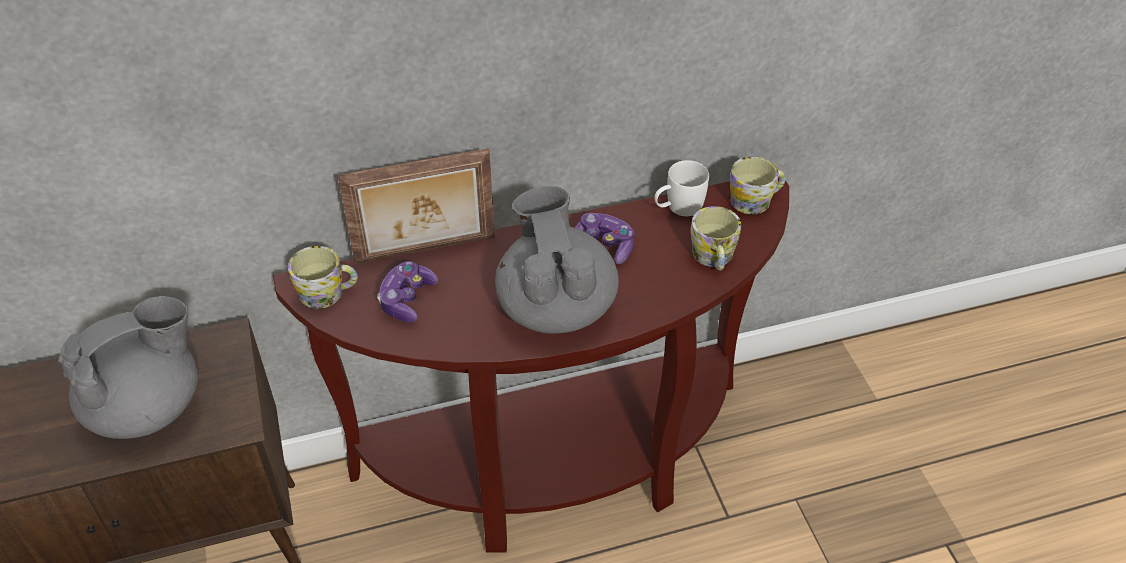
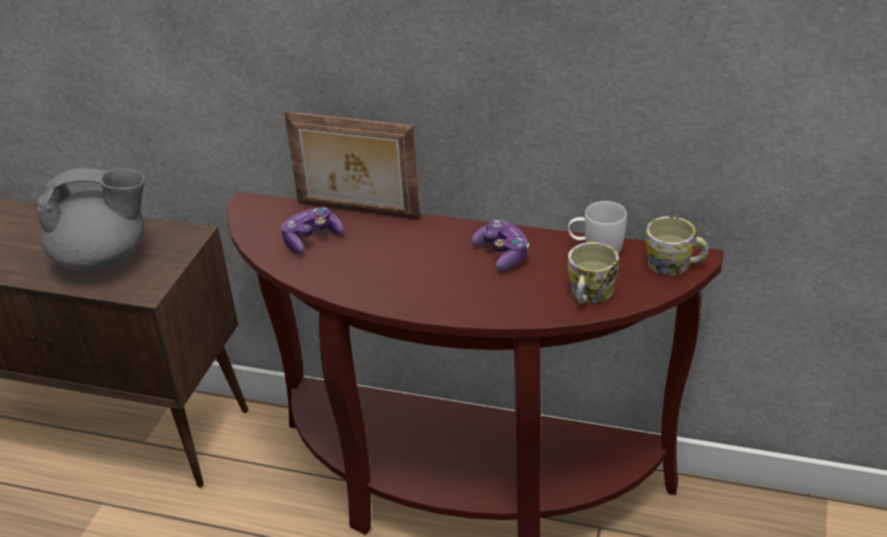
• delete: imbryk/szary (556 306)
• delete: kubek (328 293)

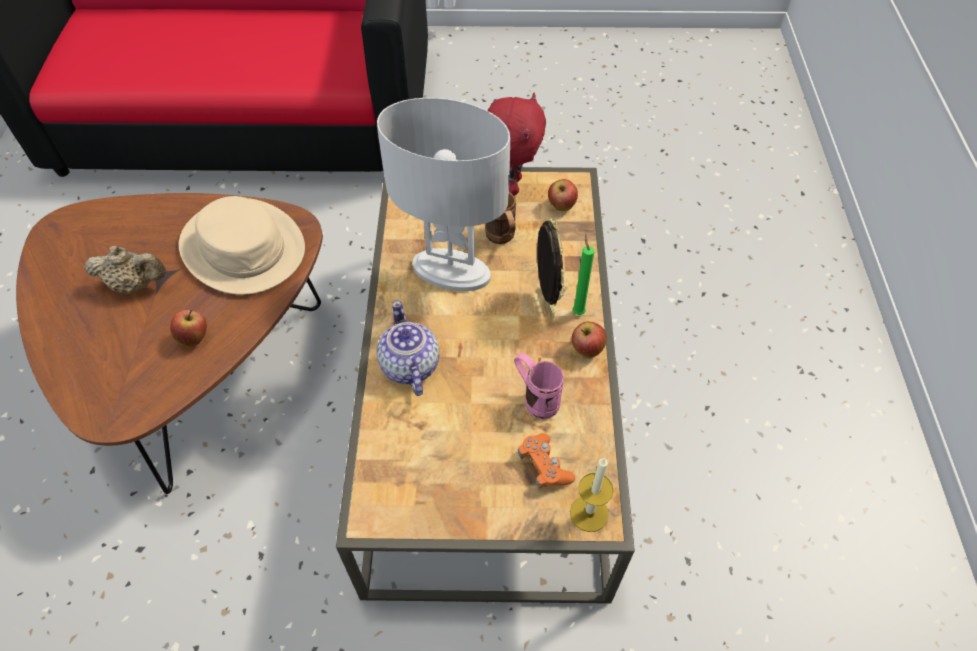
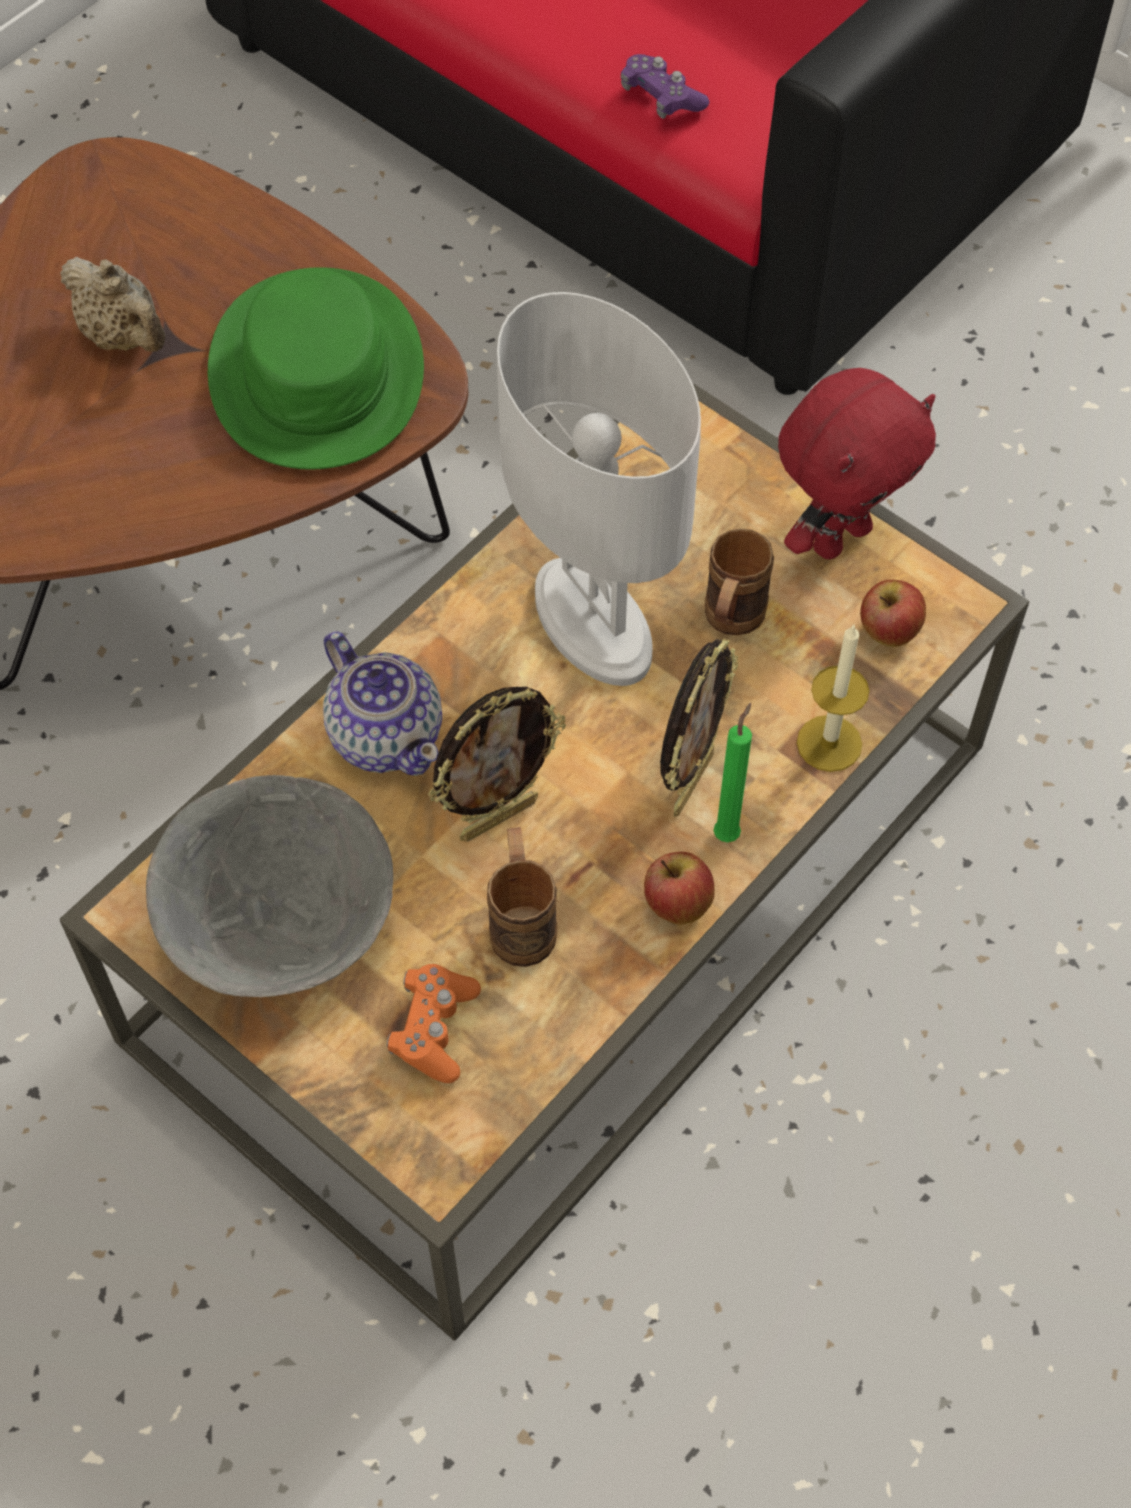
• recolor: kapelusz/beżowy (243 247) to kapelusz/zielony (317 372)
• rotate: imbryk (409 366) = (386 734) 120 degrees clockwise
• delete: jabłko (194 338)
• recolor: kubek/różowy (535 398) to kubek/brązowy (522 920)
• move: świeca (589 513) to (829 743)
• insert: pad do gier/fioletowy (661 98)
• insert: ramka na zdjęcie (498 817)
• insert: miska/szary (282 931)

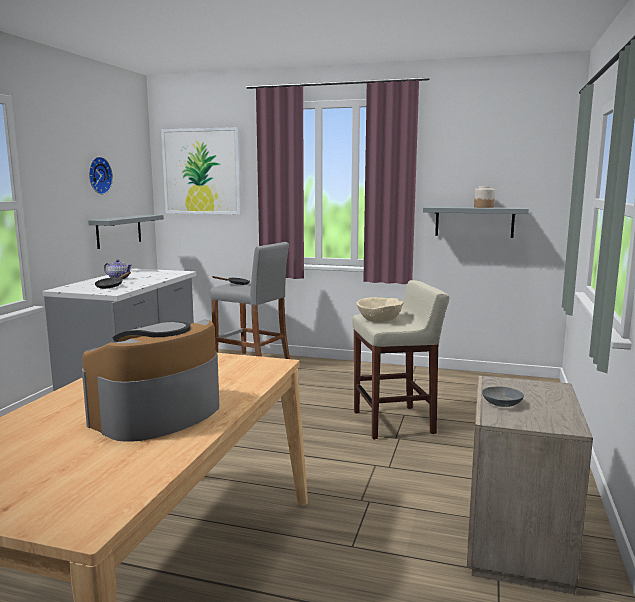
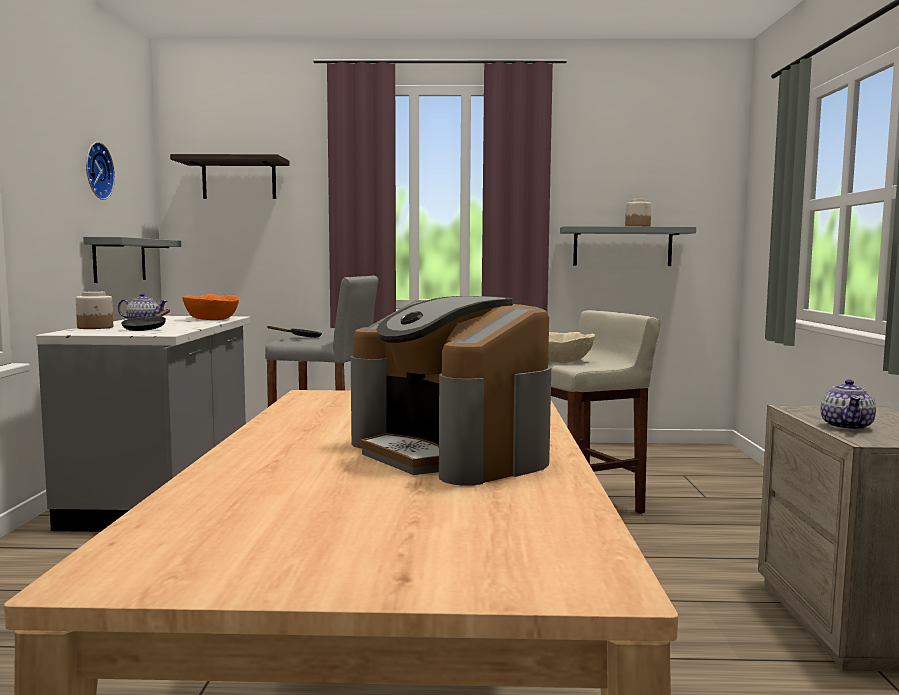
• replace: obraz (202 171) to półka (239 179)
• rotate: ekspres do kawy (158 415) = (452 452) 60 degrees counterclockwise
• replace: miska/szary (502 403) to imbryk (847 426)
• insert: słoik (95 327)
• insert: miska/pomarańczowy (212 319)

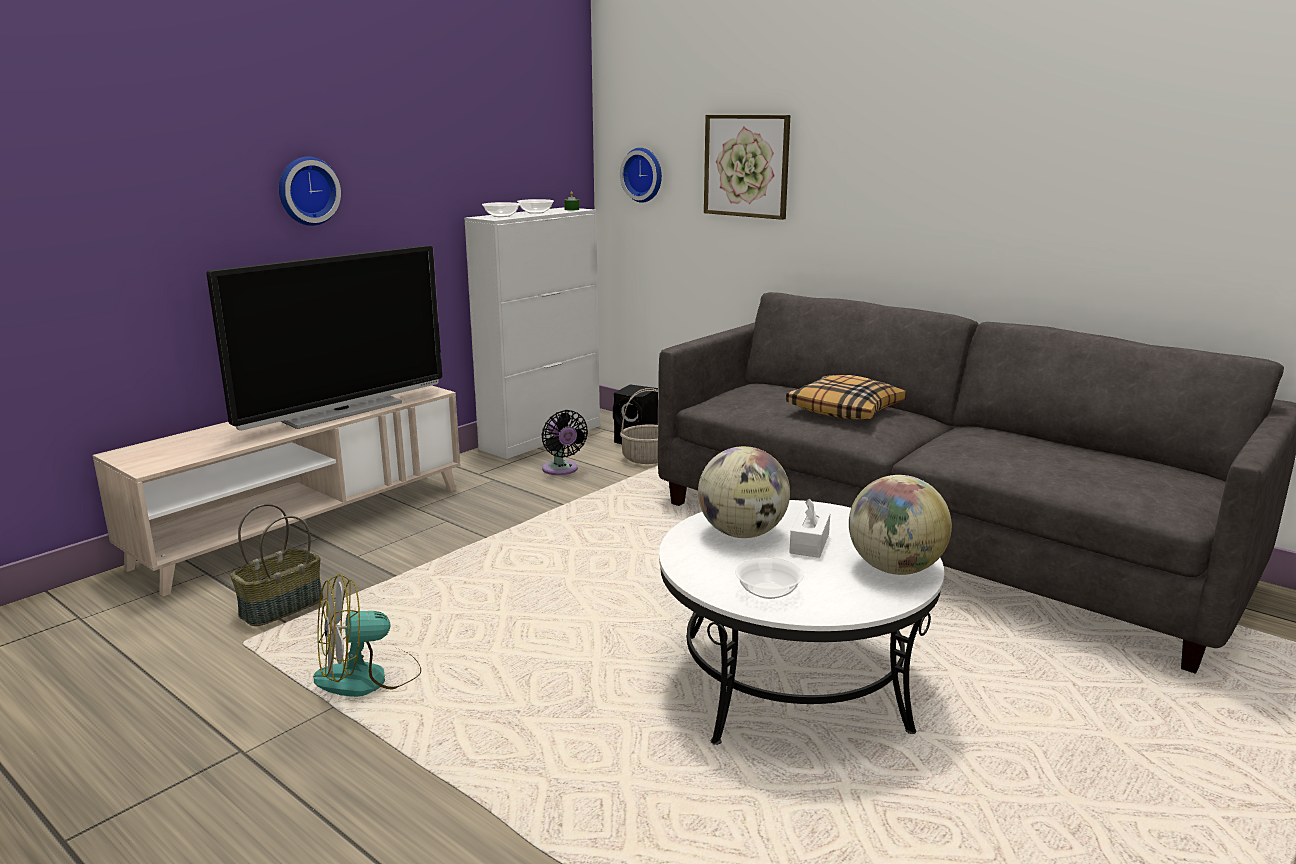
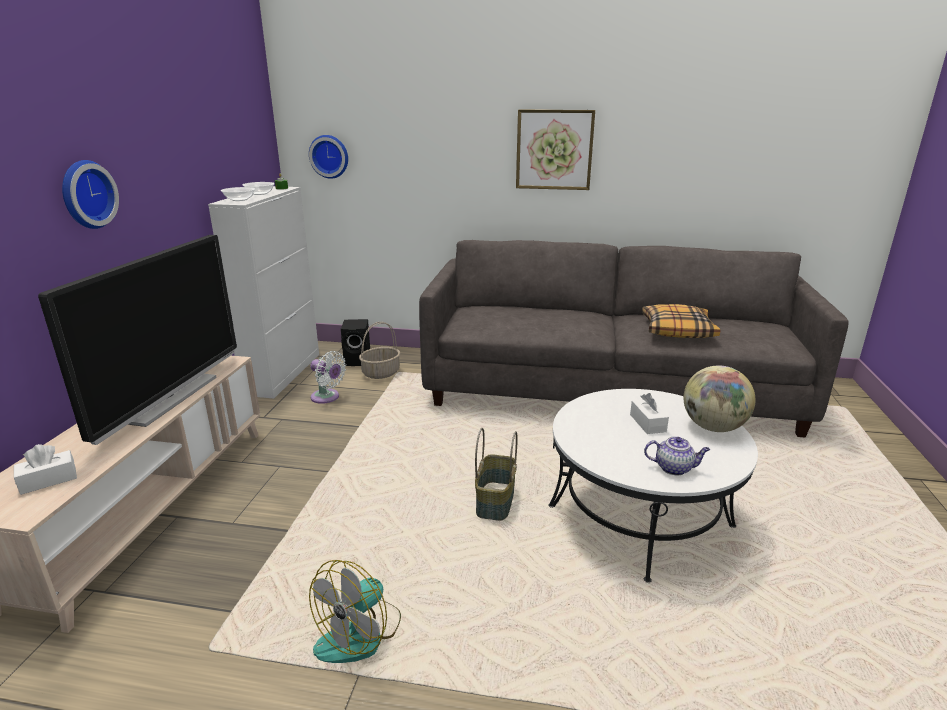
• move: obraz (746 166) to (554 150)
• move: poduszka (845 410) to (677 330)
• recolor: wentylator/czarny (561 470) to wentylator/biały (327 397)
• delete: globus (742 534)
• move: koszyk (281 608) to (496 502)
• replace: miska (768 591) to imbryk (674 468)
• insert: pudełko chusteczek/biały (48 480)

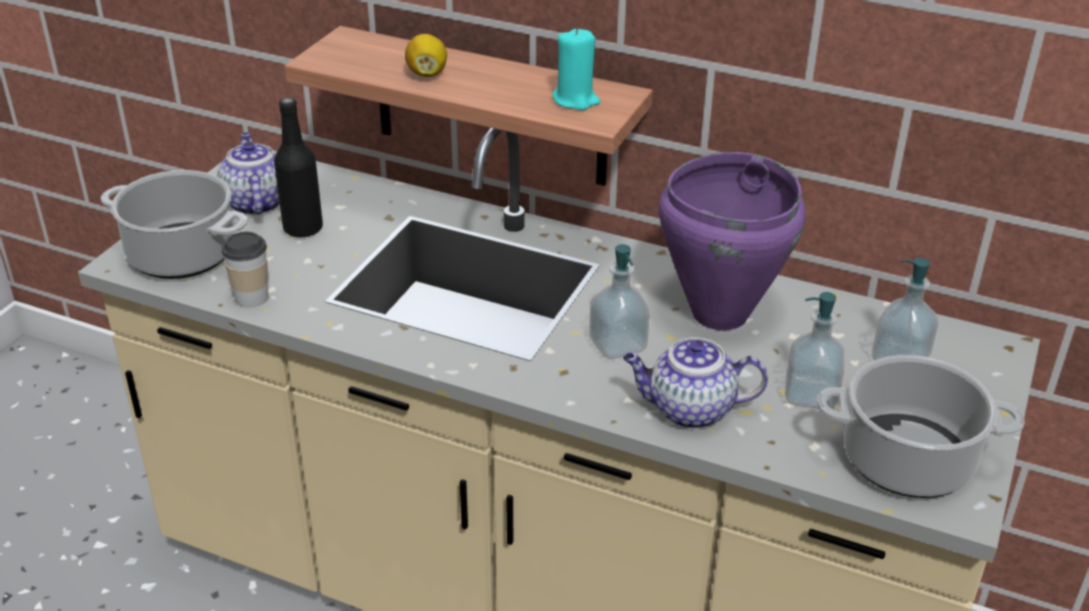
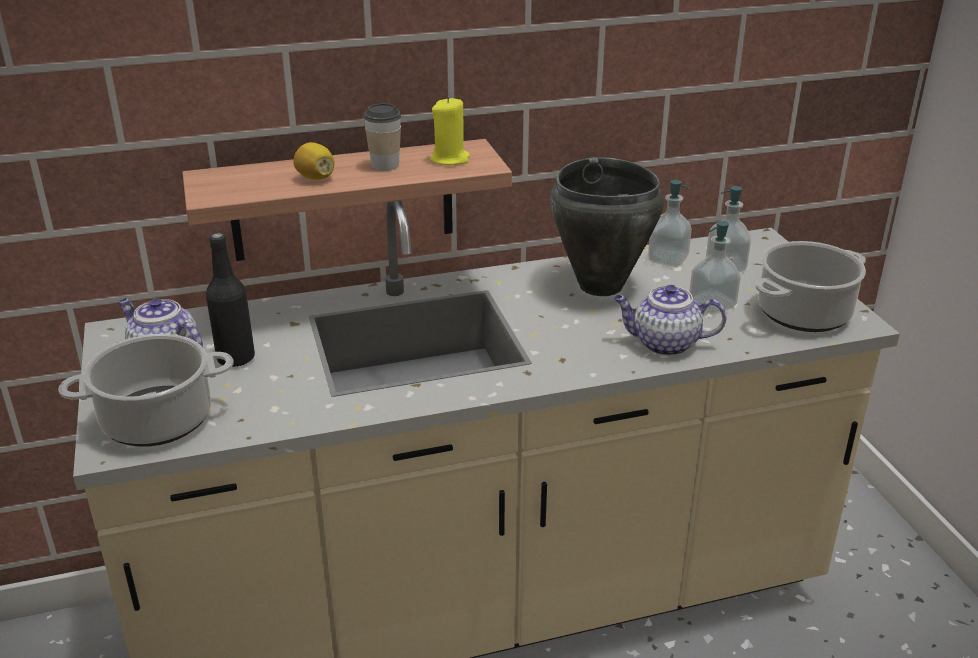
• recolor: świeca/turkusowy (575 100) to świeca/żółty (450 159)
• recolor: garnek/fioletowy (718 314) to garnek/czarny (600 286)
• move: filiżanka (252 298) to (385 165)
• move: dozownik mydła (617 345) to (668 259)
• rotate: imbryk (689 410) = (664 344) 45 degrees clockwise

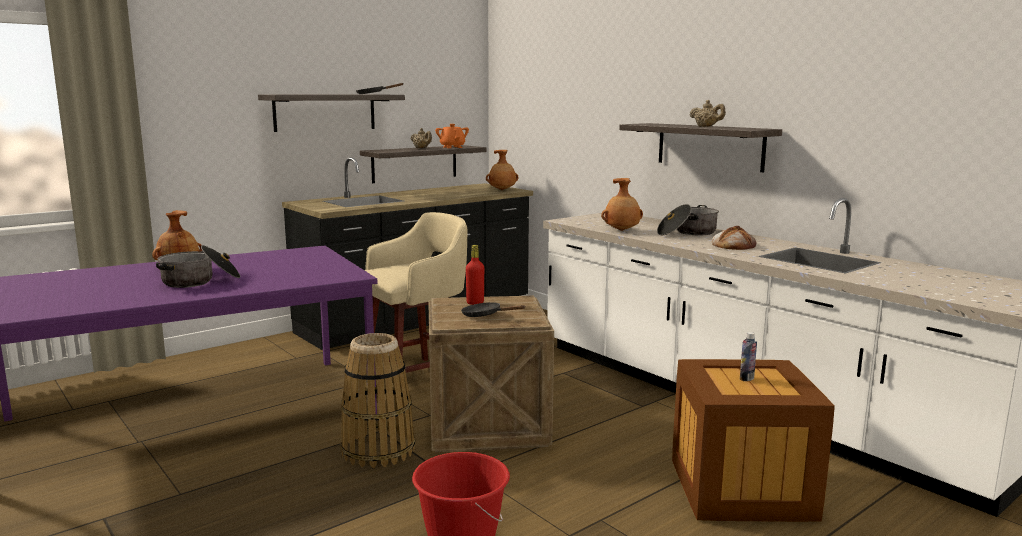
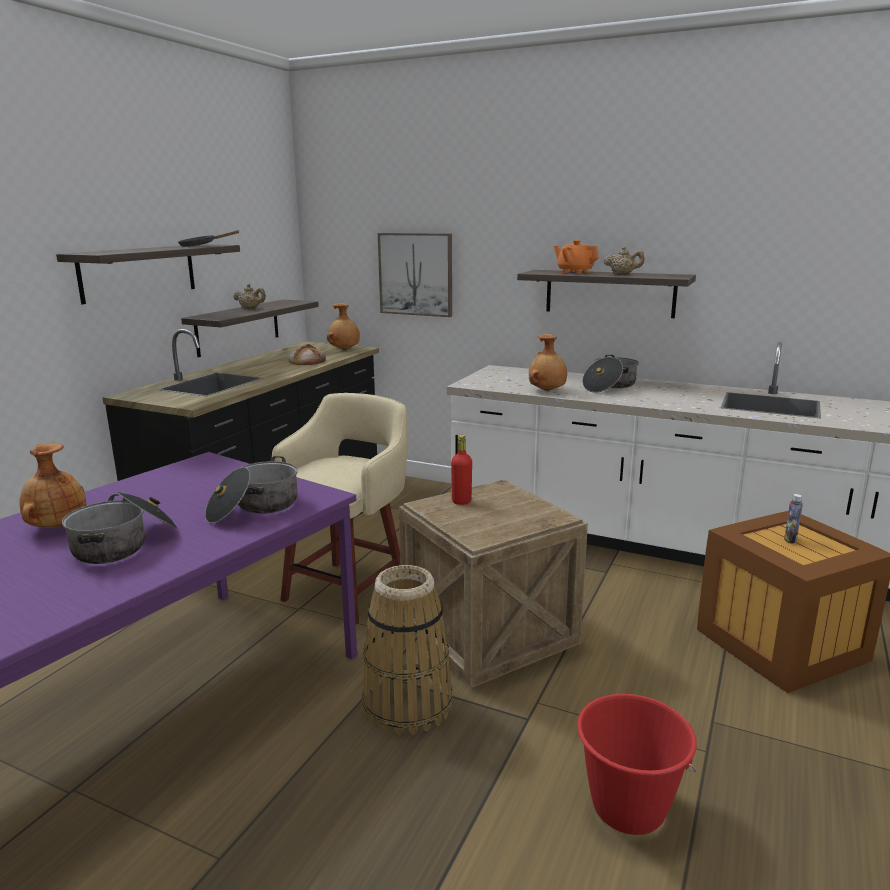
• move: imbryk/pomarańczowy (452 147) to (575 272)
• move: chleb (733 245) to (307 361)
• delete: patelnia/czarny (485 315)
• insert: obraz (416 274)
• insert: garnek (254 508)

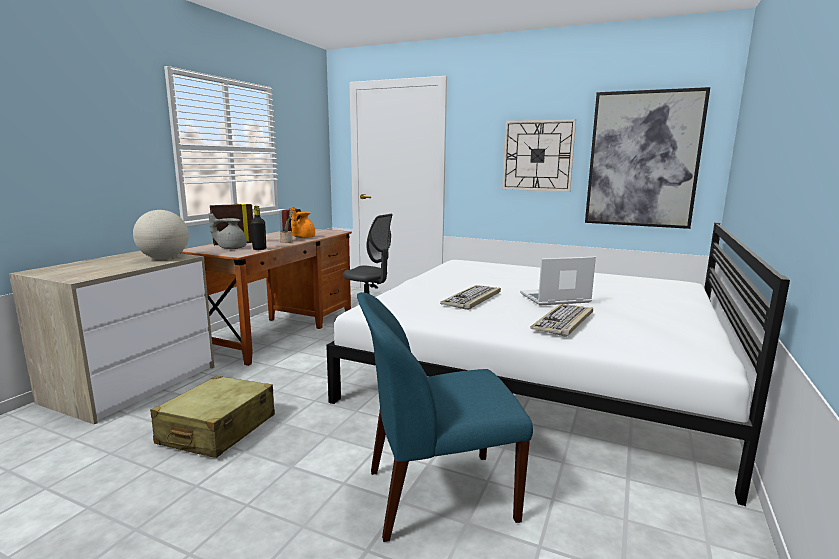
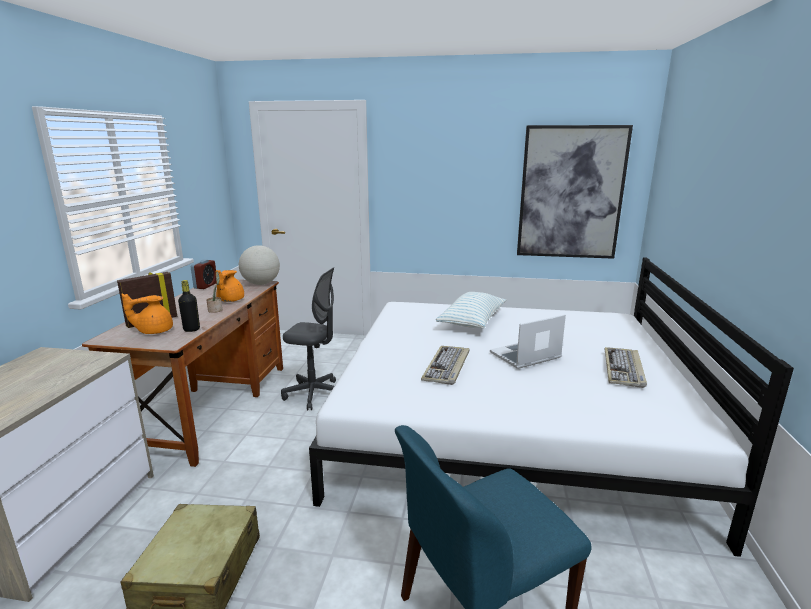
• delete: zegar ścienny (537 155)
• move: globus (164 258) to (261 284)
• recolor: imbryk/szary (231 248) to imbryk/pomarańczowy (154 331)
• move: klawiatura (564 322) to (624 369)
• insert: poduszka (472 321)

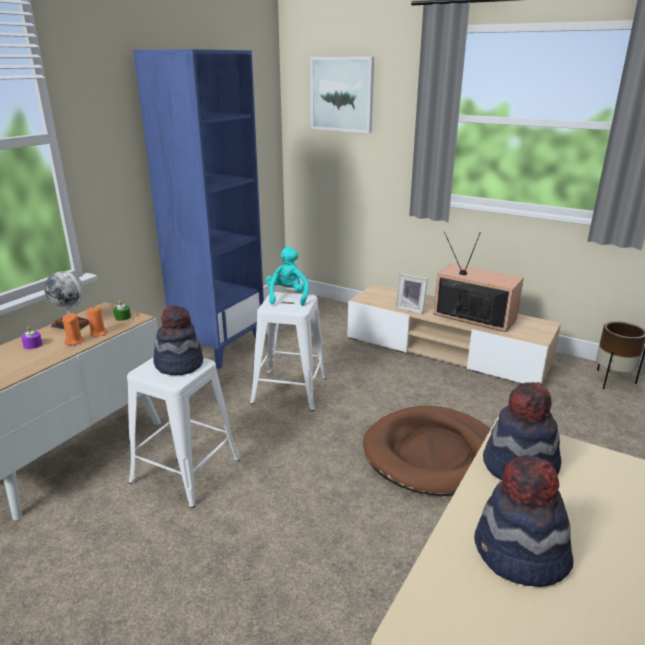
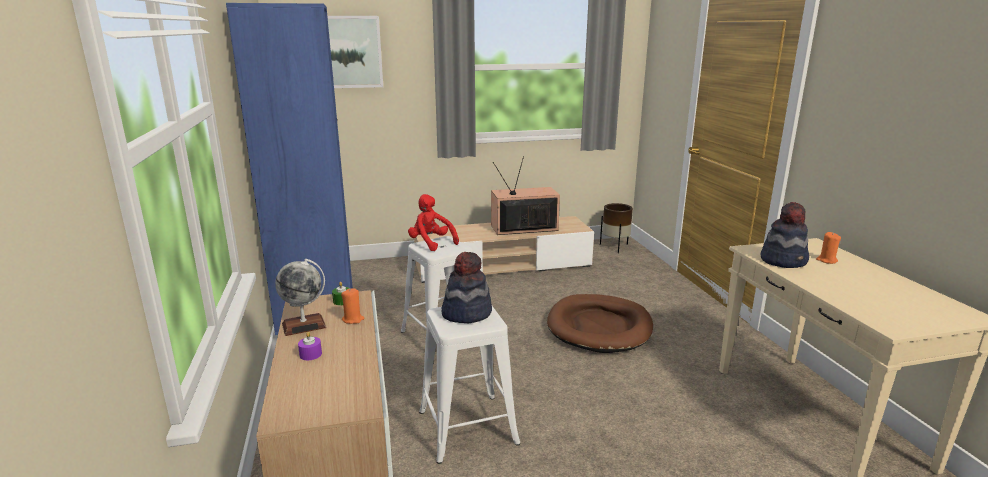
• recolor: pluszak/turkusowy (287 297) to pluszak/czerwony (431 243)
• delete: ramka na zdjęcie (411 309)
• move: świeca/pomarańczowy (74 341) to (826 260)
• delete: kapelusz (519 555)

